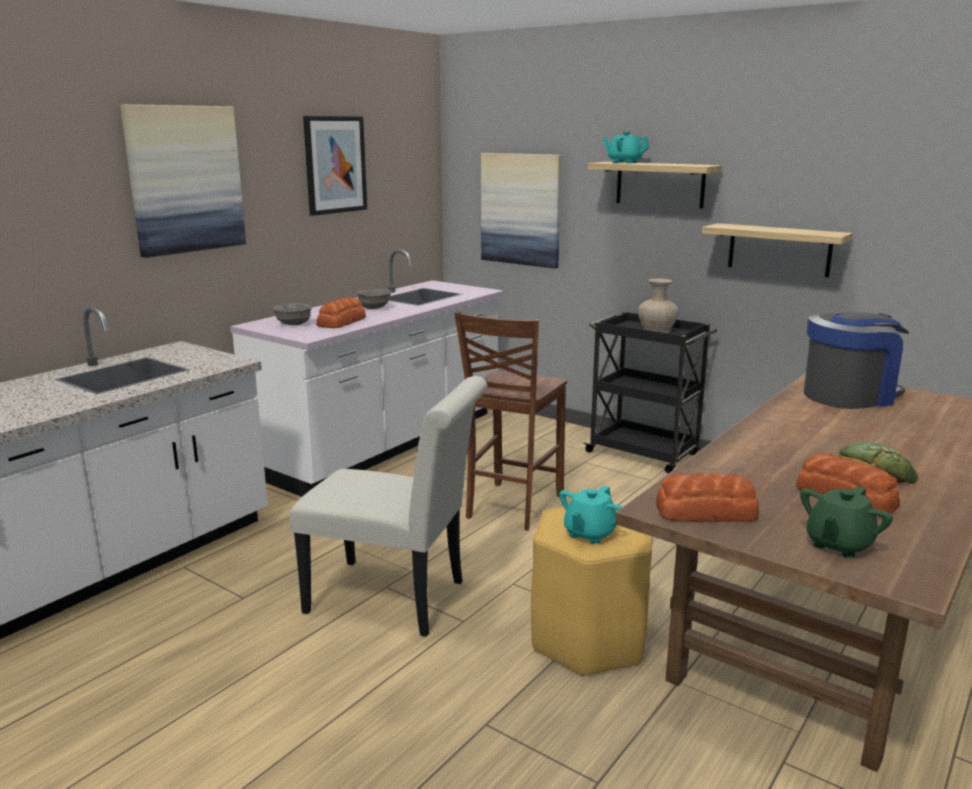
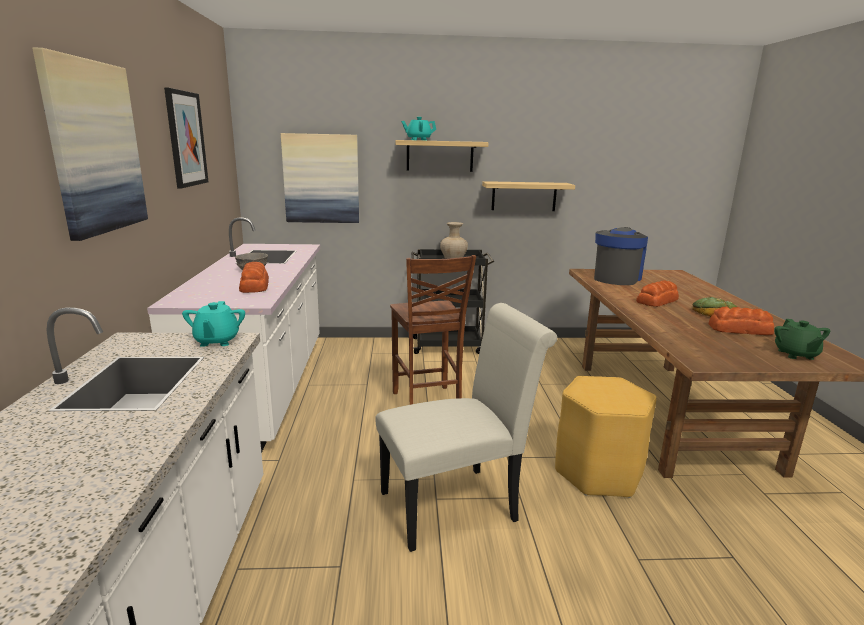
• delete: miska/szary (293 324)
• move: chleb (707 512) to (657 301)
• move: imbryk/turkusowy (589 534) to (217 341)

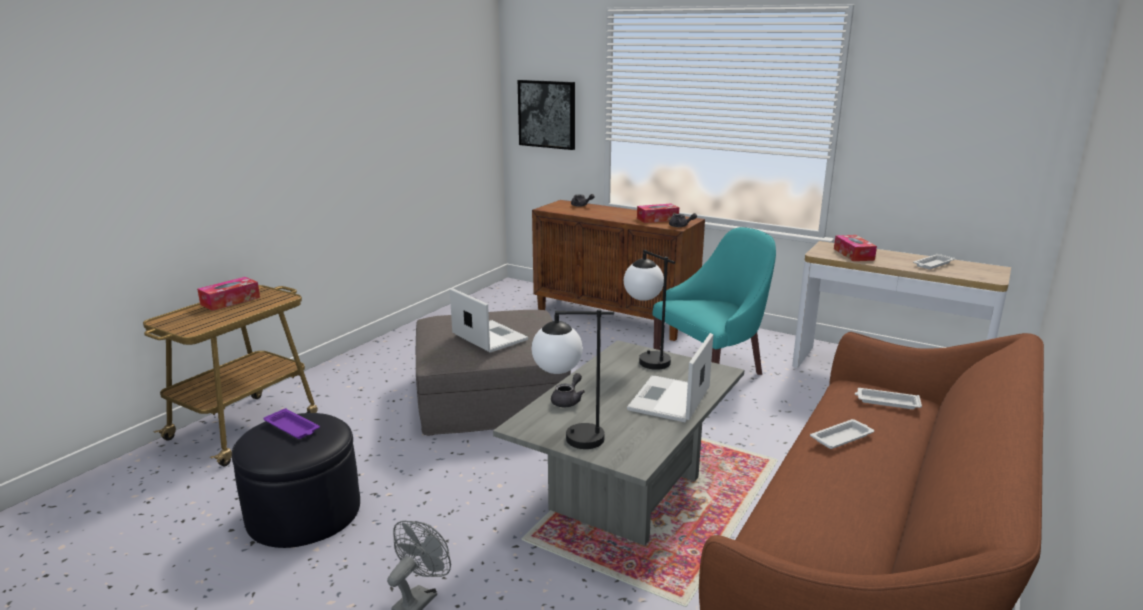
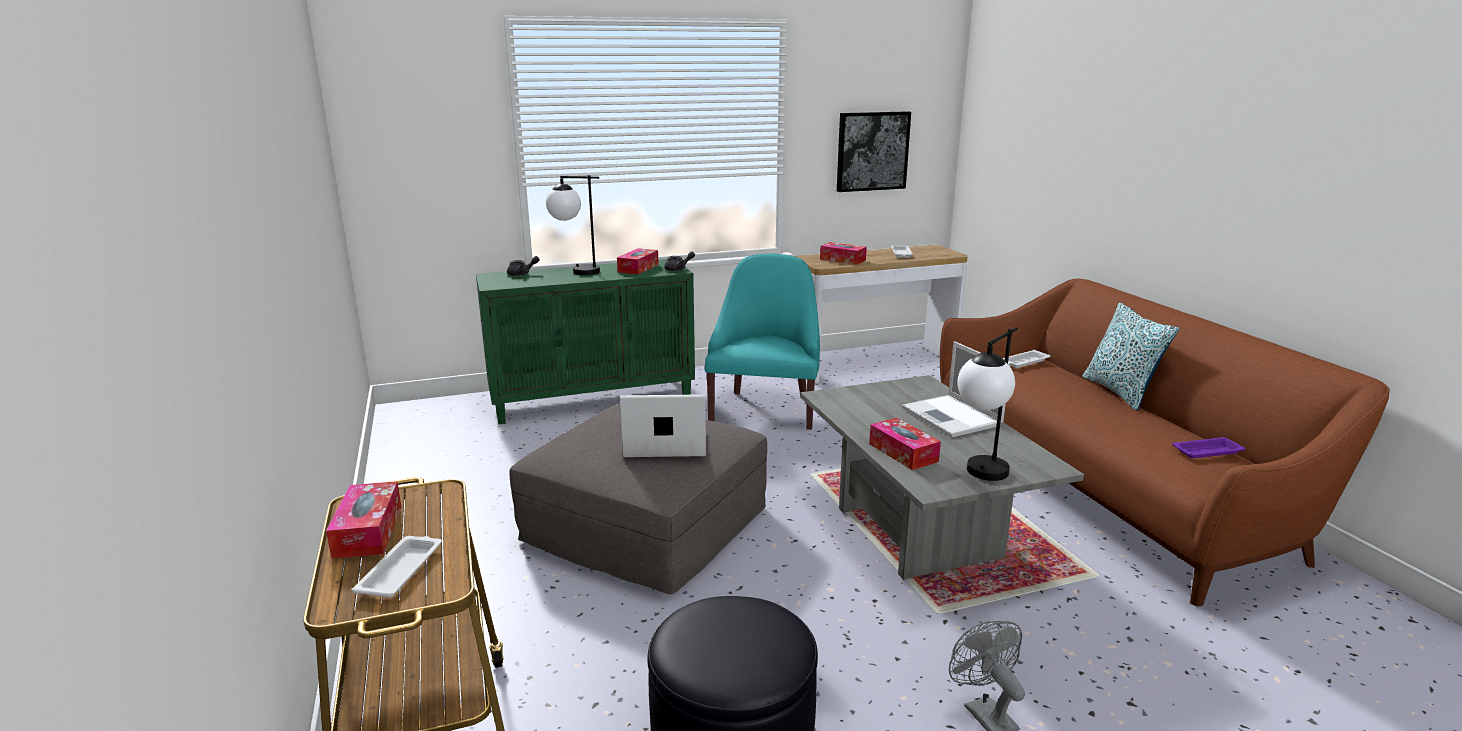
• move: obraz (547 114) to (872 151)
• recolor: szafka/brązowy (615 317) to szafka/zielony (593 400)
• move: lampa stołowa (646 358) to (575 271)
• replace: imbryk/szary (568 401) to pudełko chusteczek (903 452)
• move: taca/fioletowy (293 428) to (1208 451)
• move: taca/biały (842 437) to (401 571)
• insert: poduszka (1120 392)

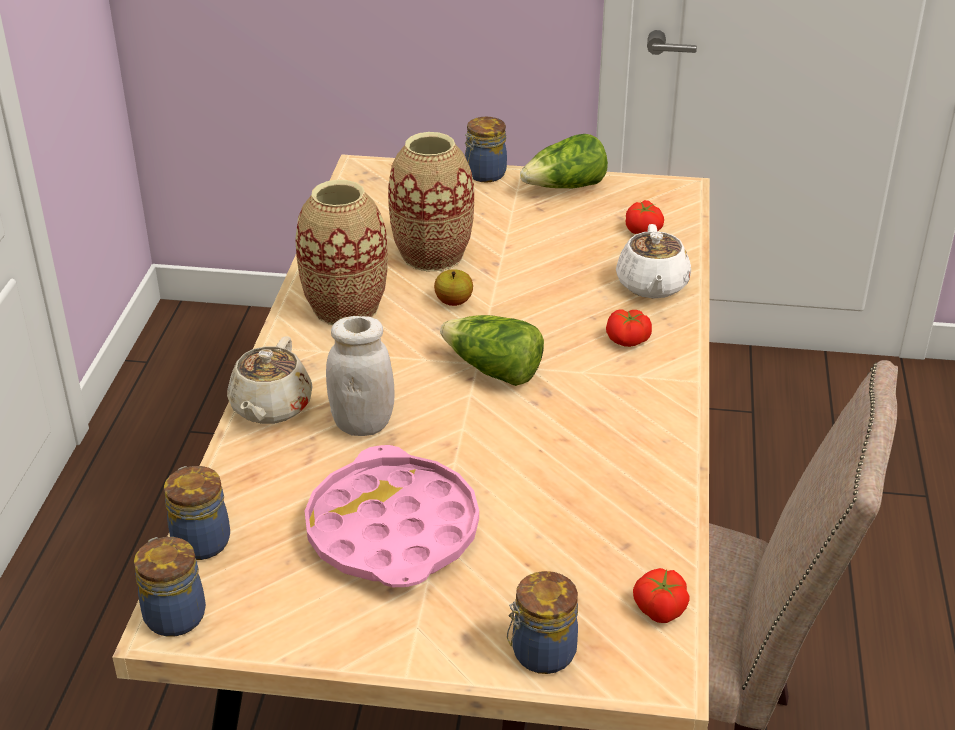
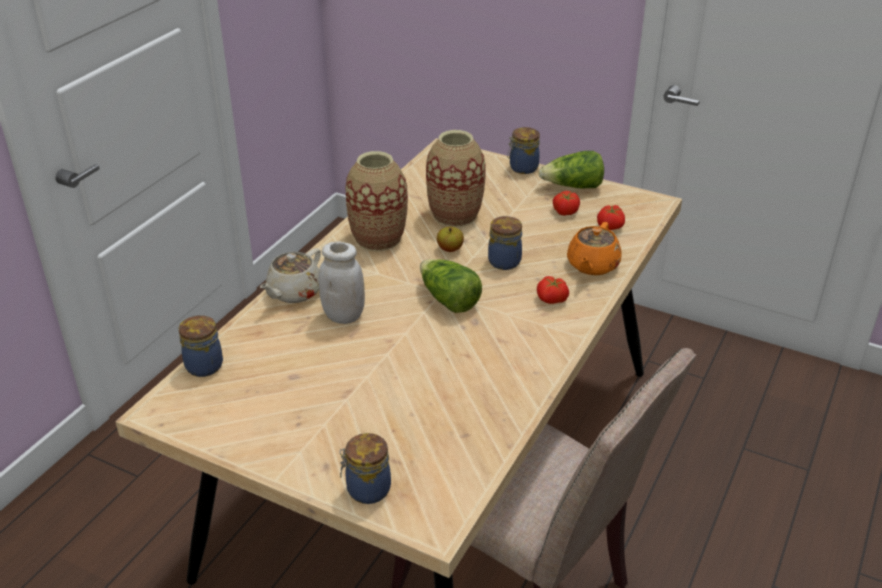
• recolor: imbryk/biały (652 286) to imbryk/pomarańczowy (592 265)
• delete: taca/różowy (392 530)
• move: słoik (174 614) to (504 261)
• move: pomidor (659 609) to (565 211)

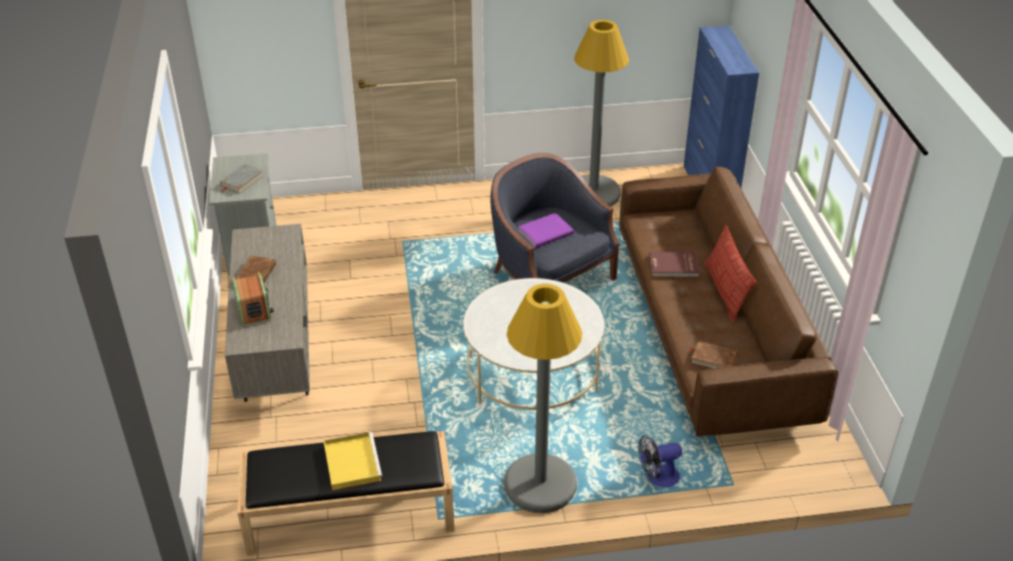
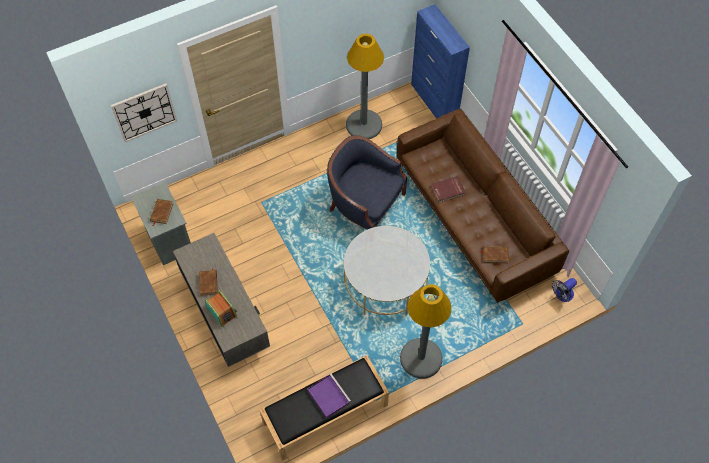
• recolor: książka/szary (241 181) to książka/brązowy (161 212)
• delete: książka/fioletowy (545 231)
• delete: poduszka (725 292)
• recolor: taca/żółty (351 462) to taca/fioletowy (328 396)
• move: wentylator (657 478) to (562 295)
• insert: zegar ścienny (144 112)

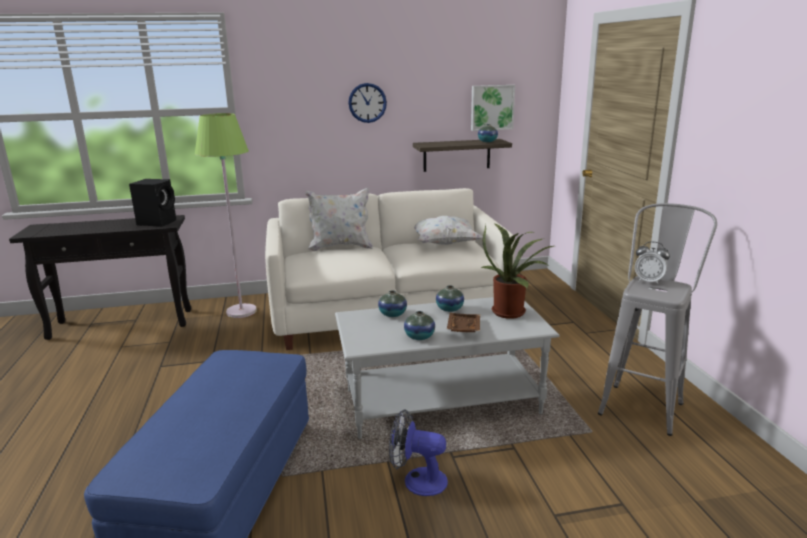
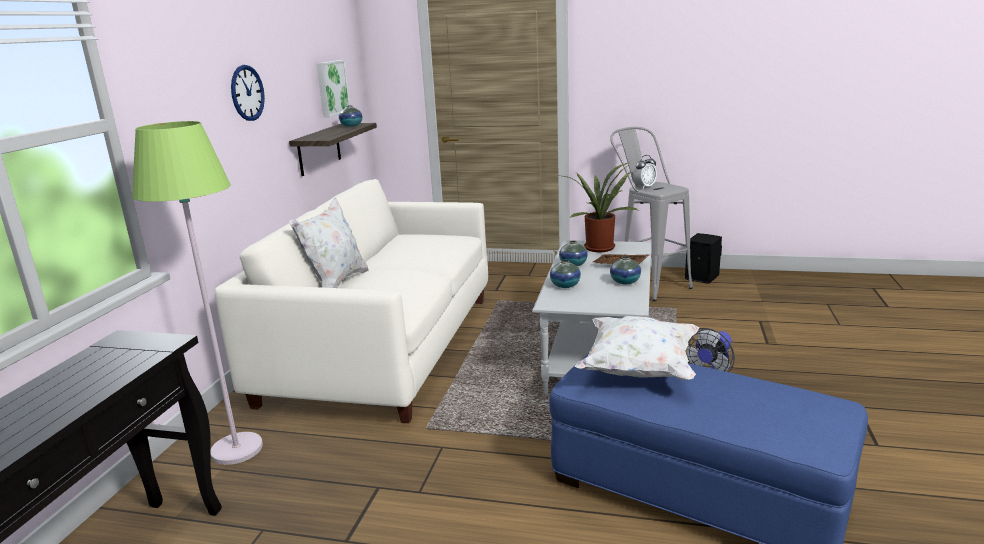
• move: głośnik/czarny (158 222) to (701 277)
• move: poduszka/biały (444 244) to (638 370)

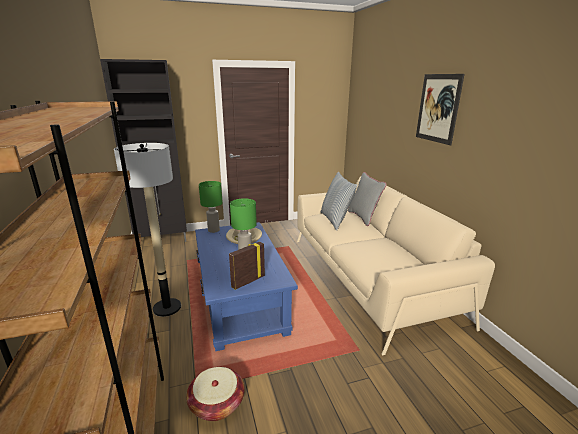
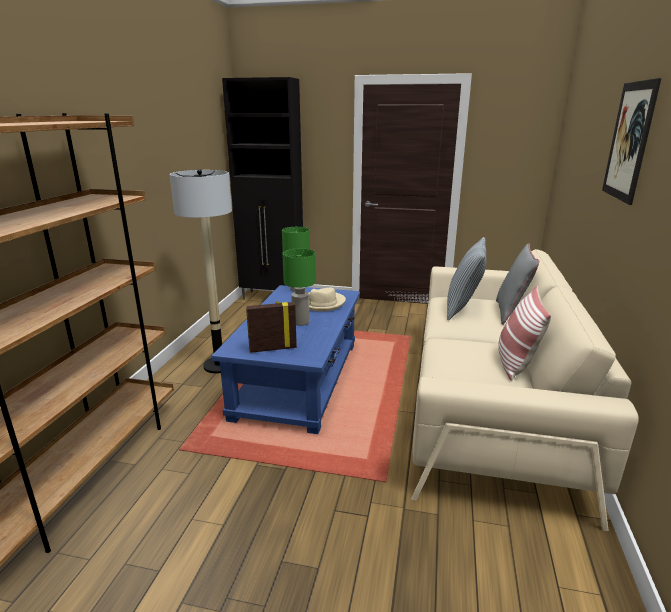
• delete: koszyk (217 404)
• insert: poduszka (515 363)

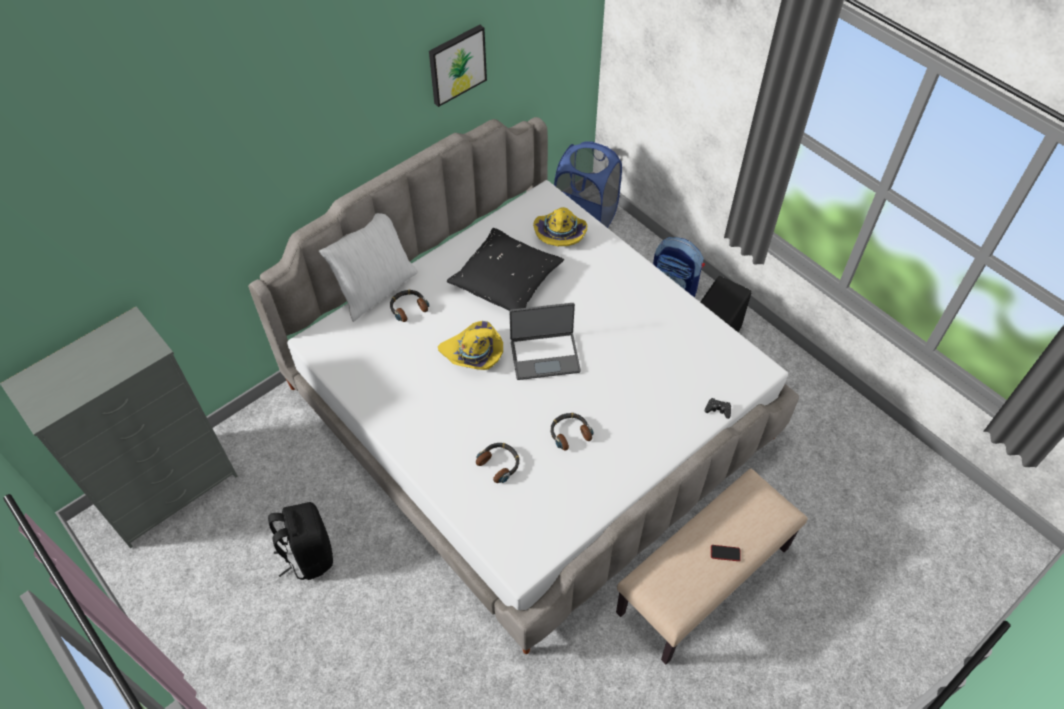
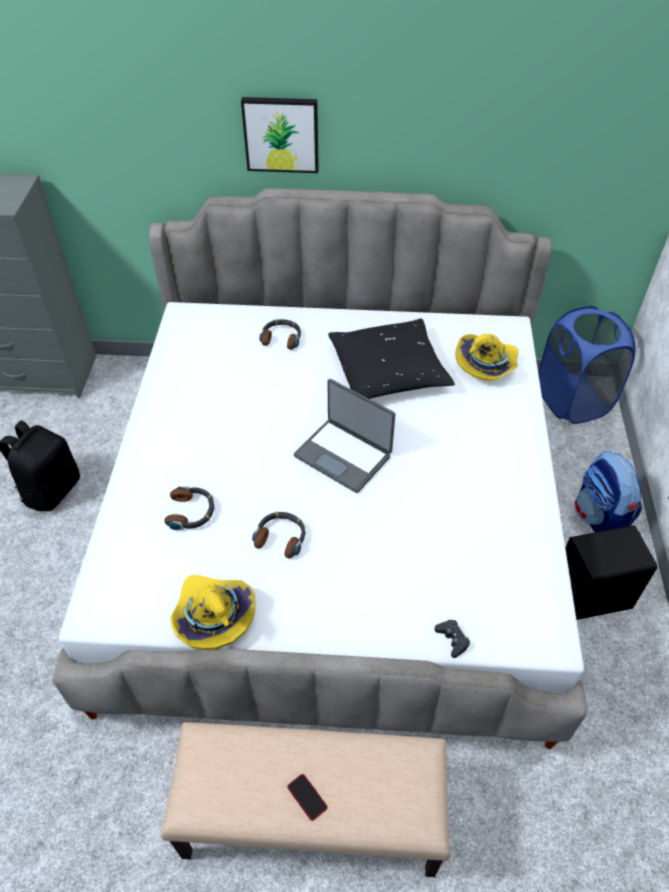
• move: obraz (456 64) to (281 134)
• delete: poduszka/biały (376 289)
• move: kapelusz/żółty (473 354) to (212 617)

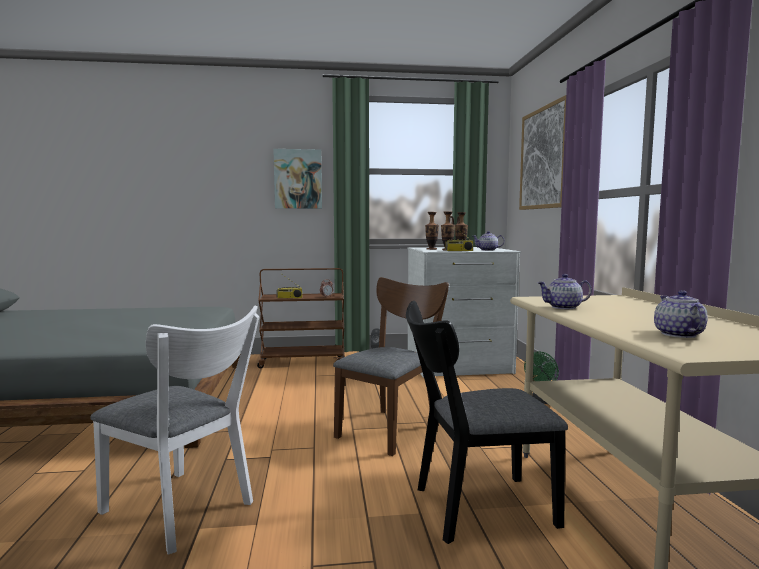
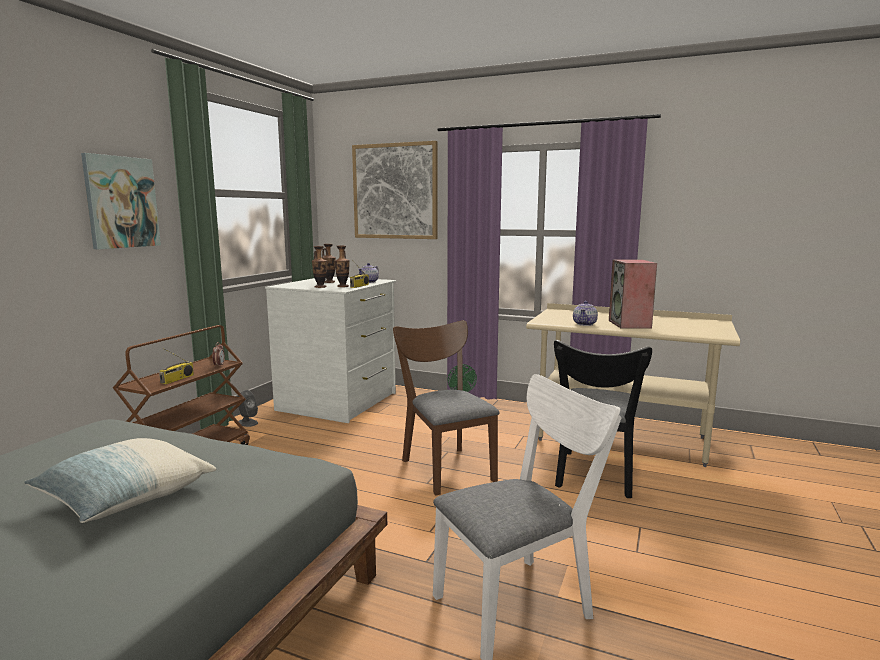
• delete: imbryk (678 334)
• insert: głośnik (630 324)
• insert: poduszka (125 498)

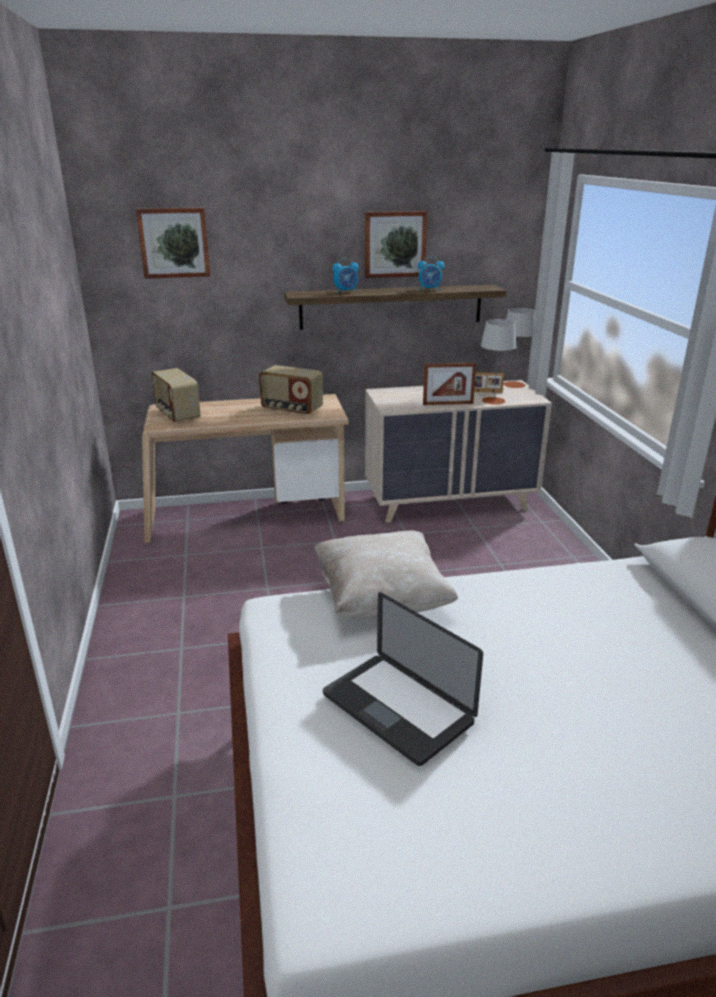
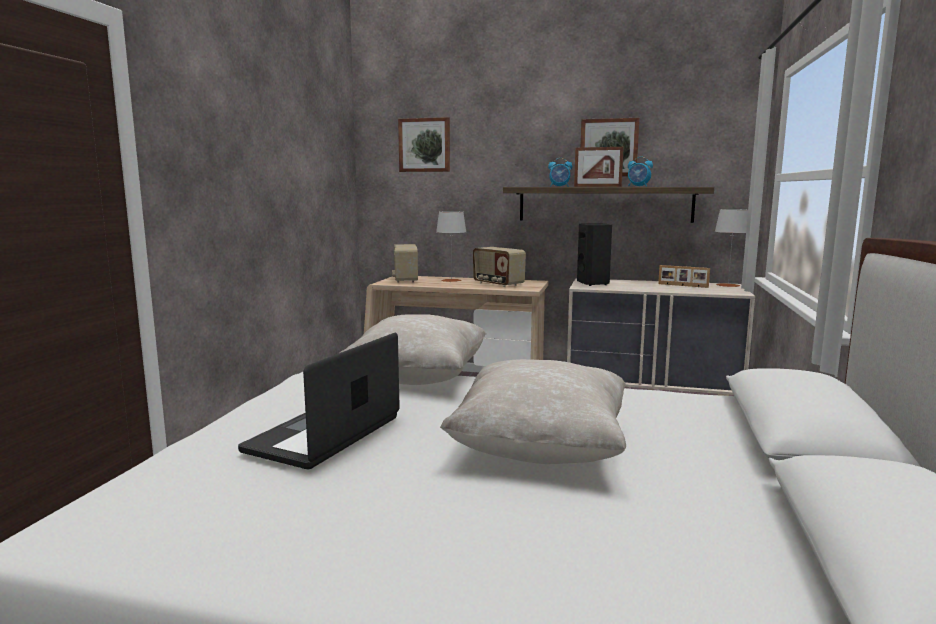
• move: lampa stołowa/szary (493 401) to (451 280)
• move: ramka na zdjęcie (448 404) to (597 186)
• rotate: laptop (397 709) = (324 435) 45 degrees clockwise
• insert: głośnik/czarny (594 283)
• insert: poduszka/beżowy (540 450)

